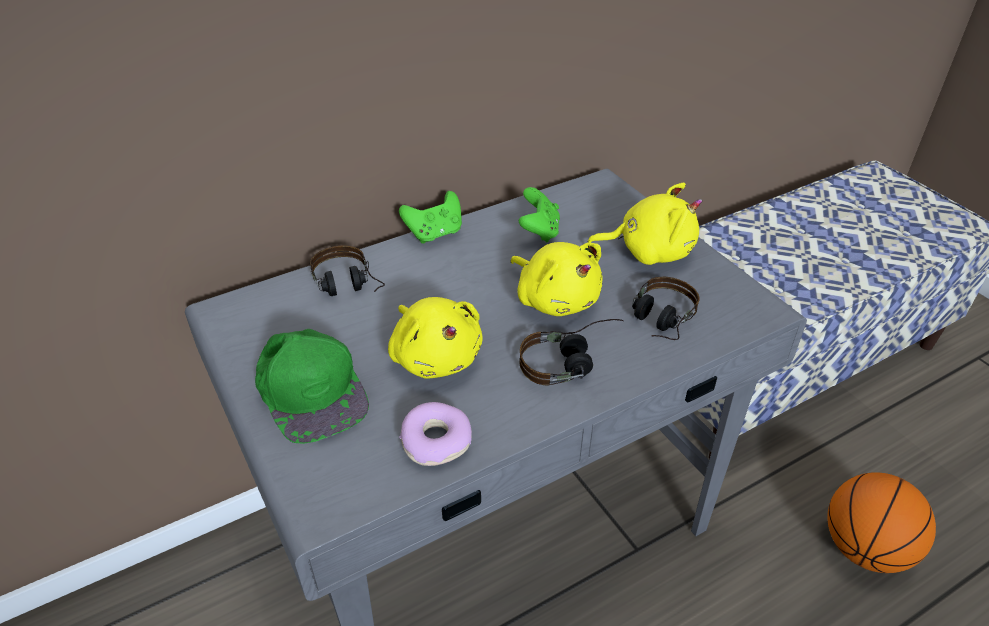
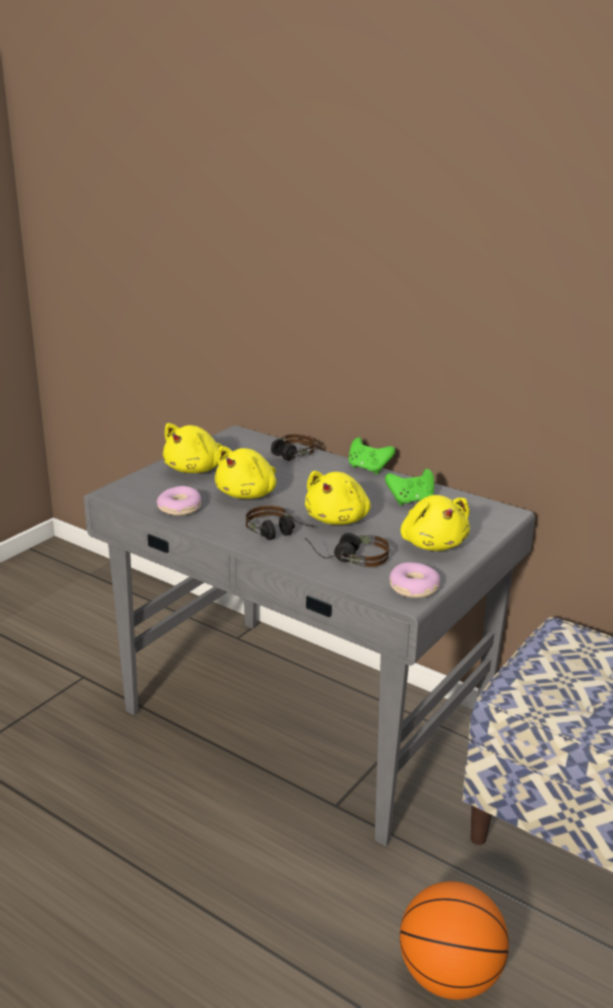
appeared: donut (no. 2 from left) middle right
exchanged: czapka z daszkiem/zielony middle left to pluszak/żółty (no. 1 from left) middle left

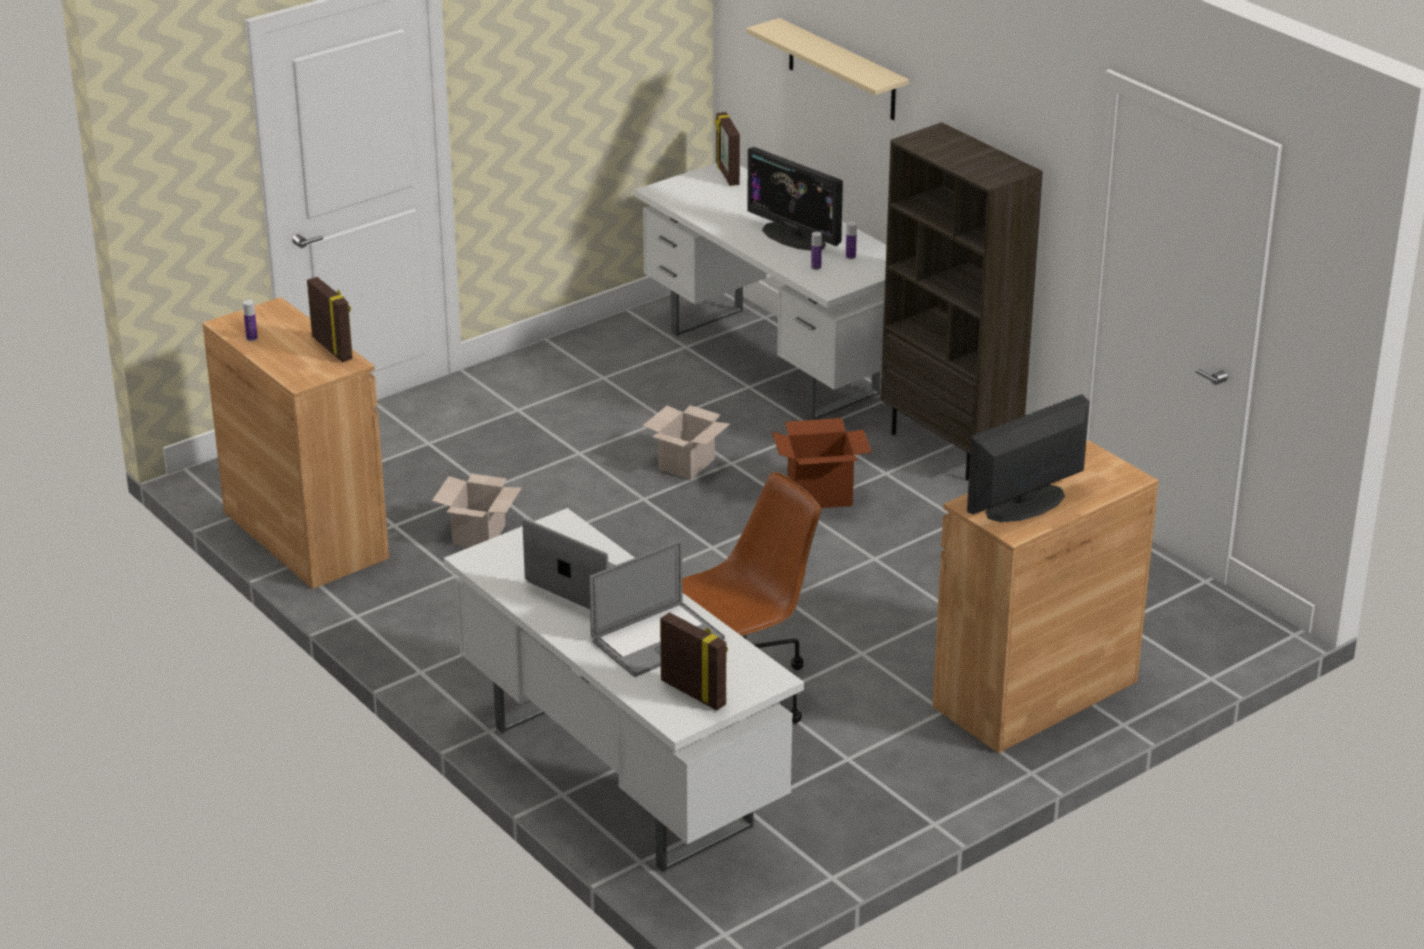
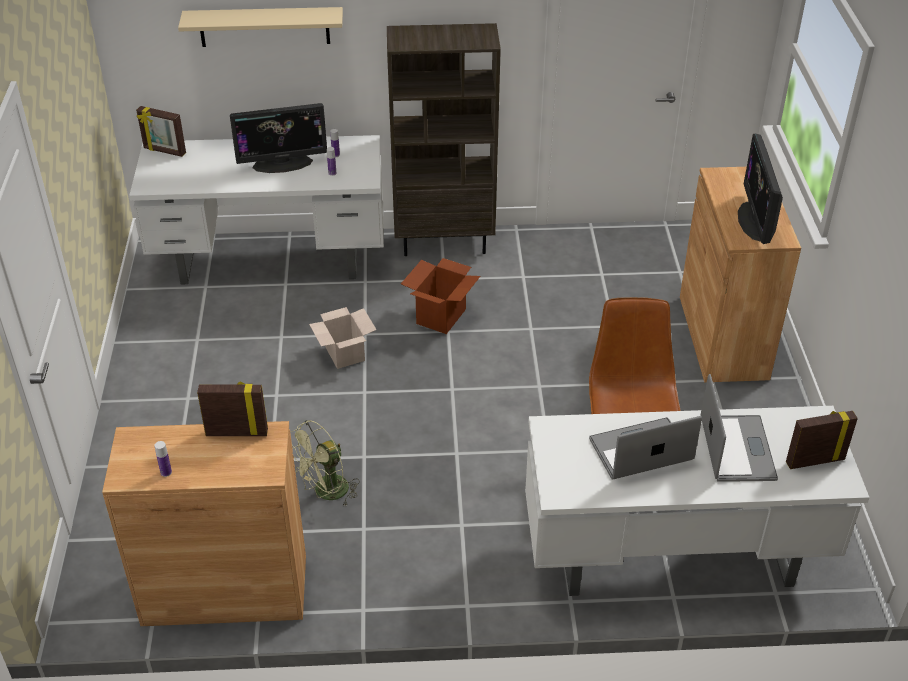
exchanged: karton (no. 1 from left) centre to wentylator/zielony bottom centre

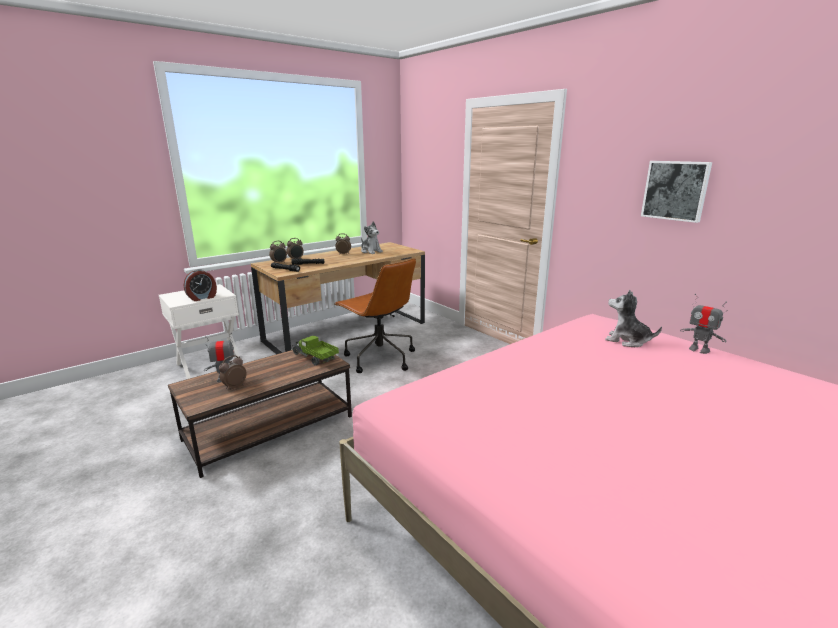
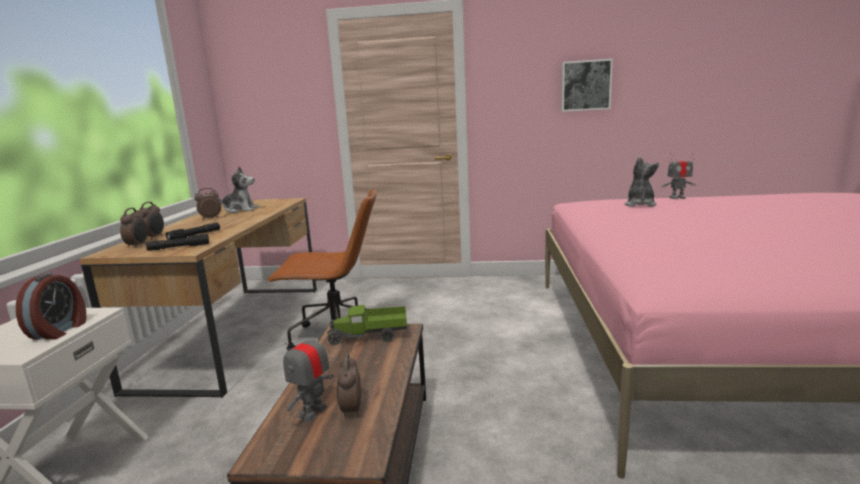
spun: pluszak (no. 2 from left) middle right = middle right 120 degrees clockwise

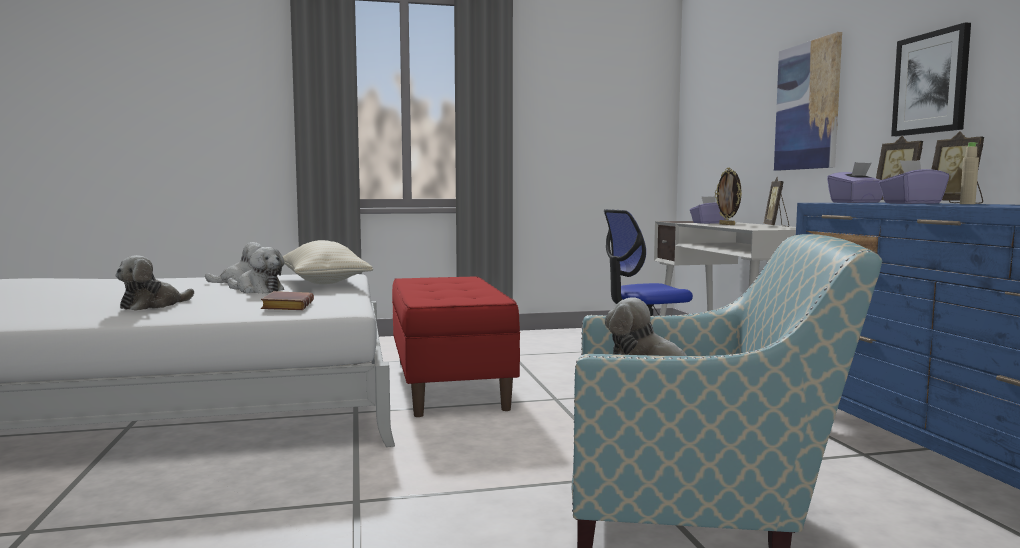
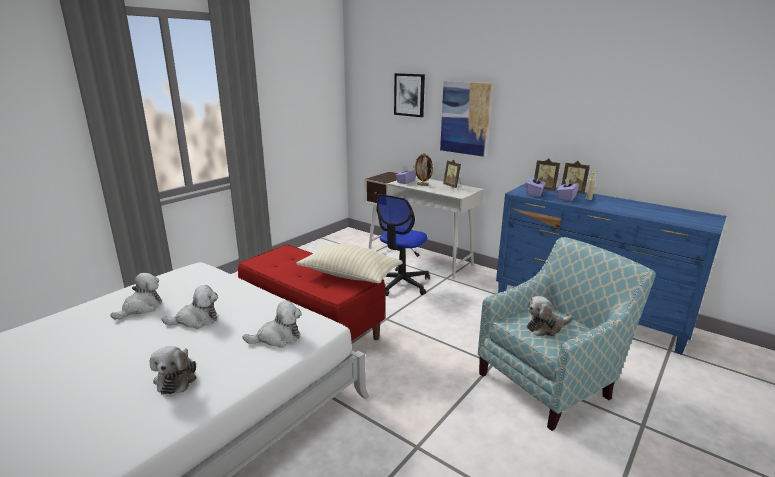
relocated: poduszka/beżowy middle left to centre; obraz (no. 2 from left in the first image) top right to obraz (no. 1 from left) top centre
exchanged: książka/brązowy middle left to pluszak (no. 4 from left) bottom centre

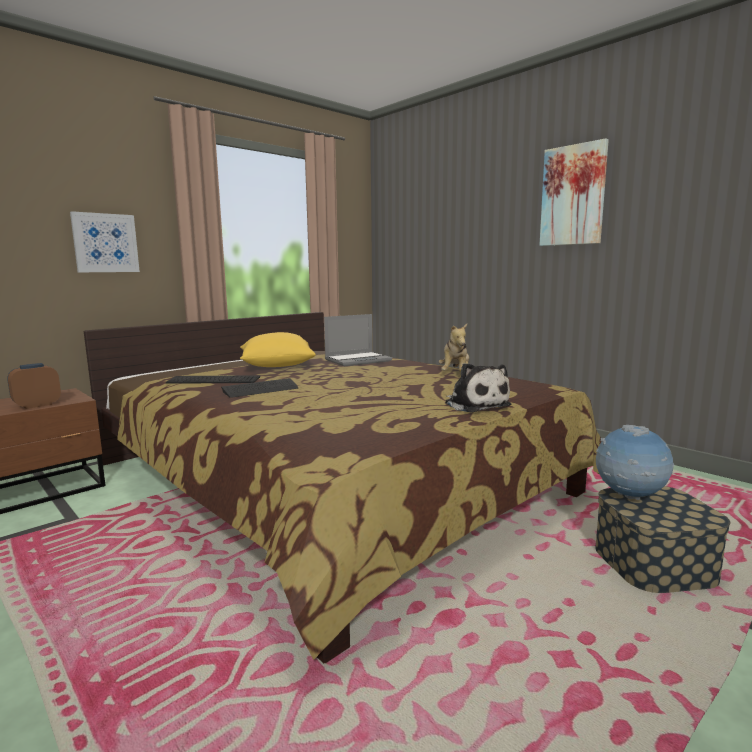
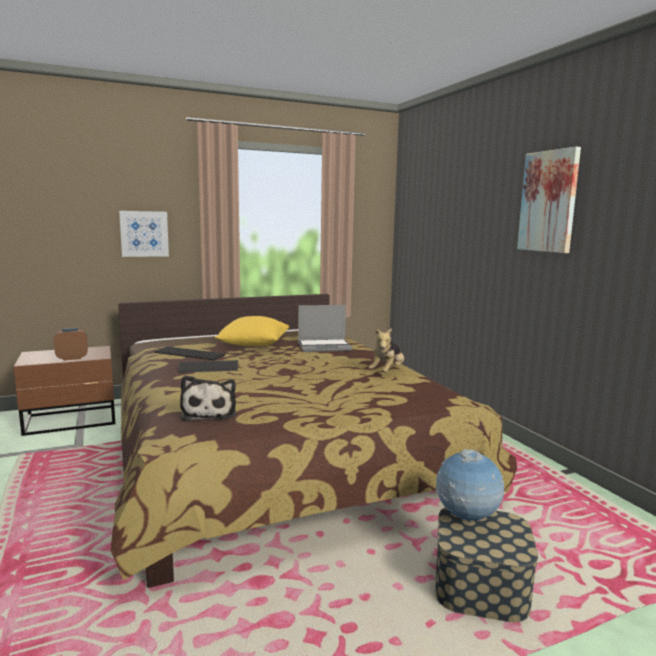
relocated: pluszak (no. 2 from left in the first image) centre to pluszak (no. 1 from left) middle left

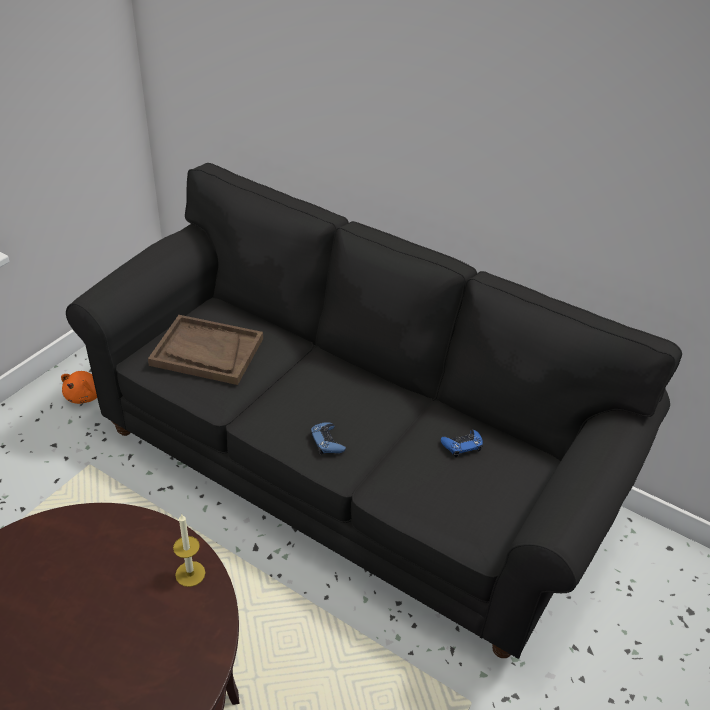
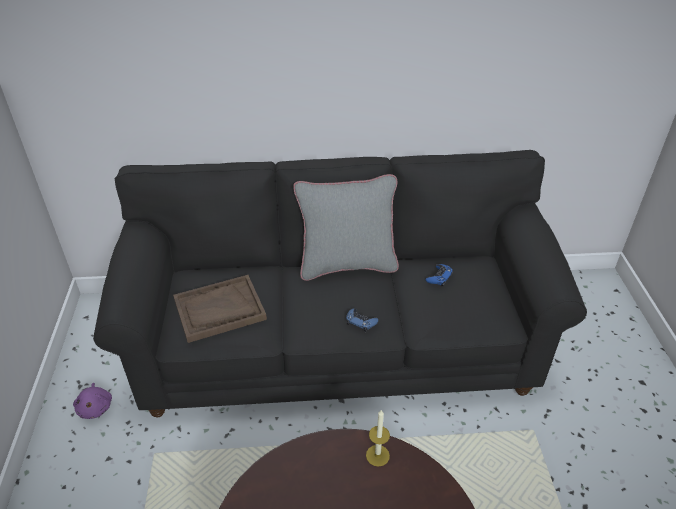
appeared: poduszka/szary centre
colour: pluszak/pomarańczowy middle left to pluszak/fioletowy bottom left

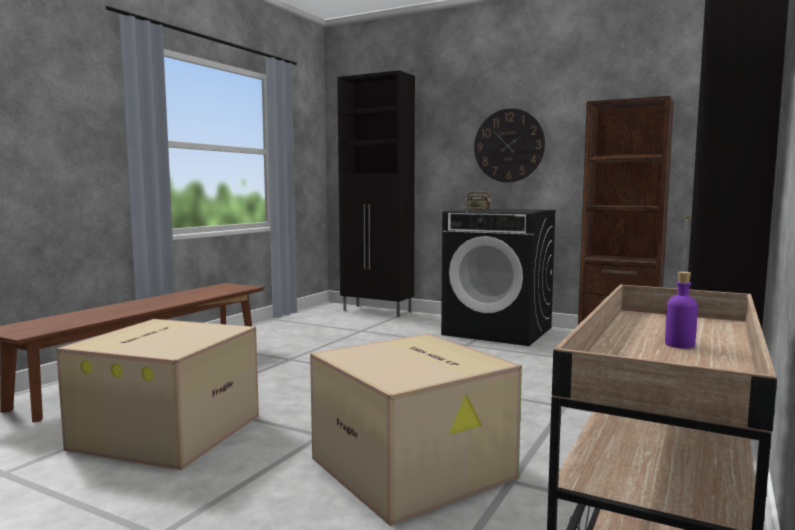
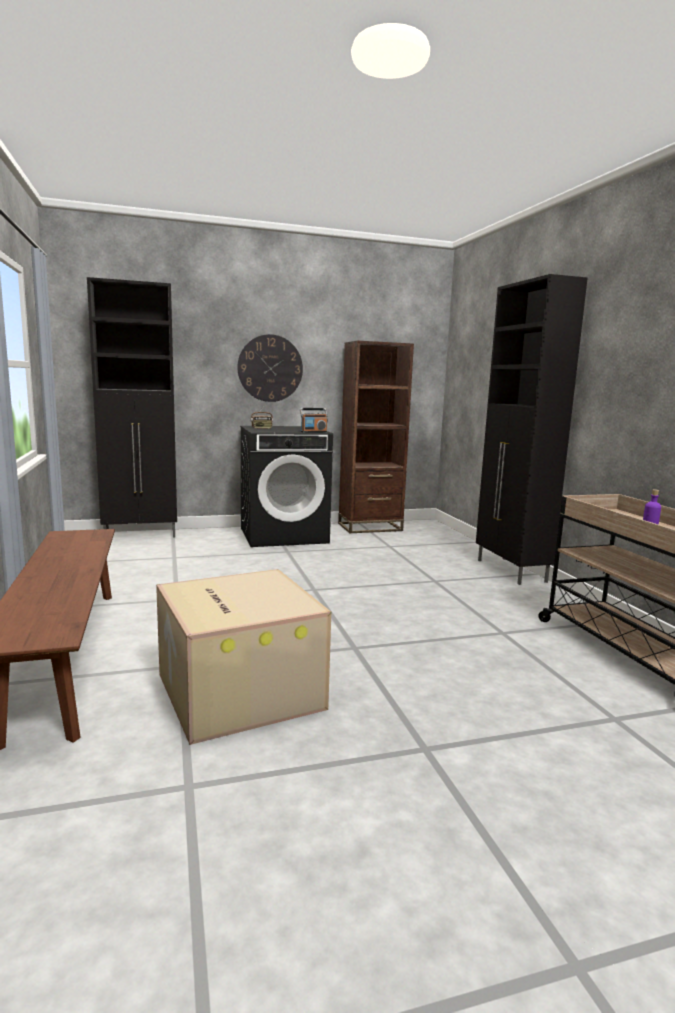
missing: karton (no. 2 from left) bottom centre
appeared: radio (no. 2 from left) centre

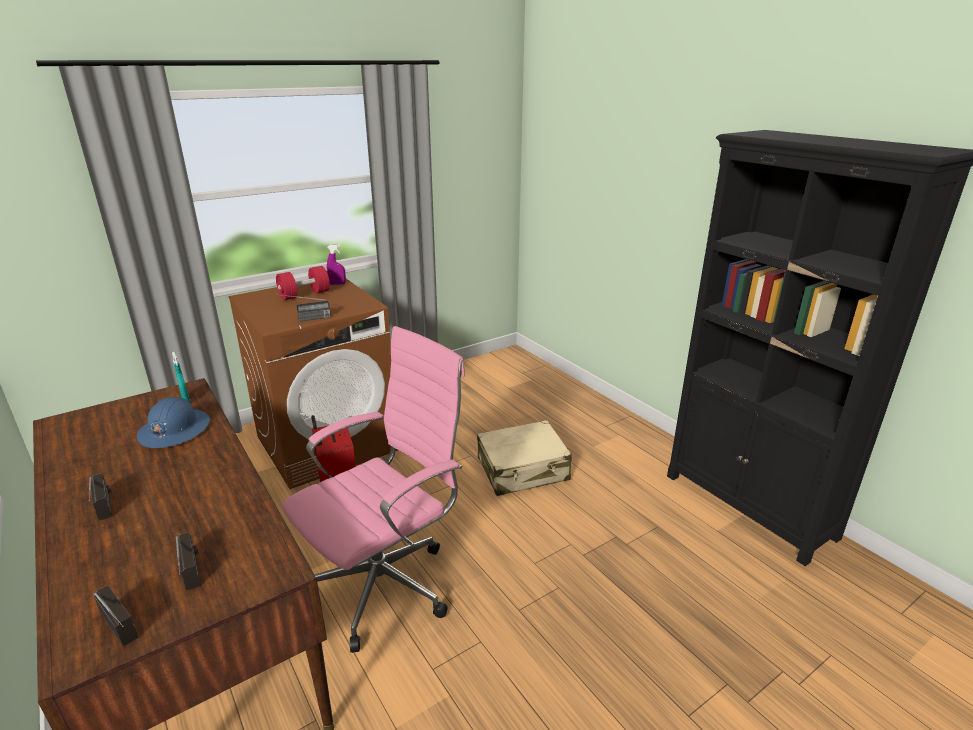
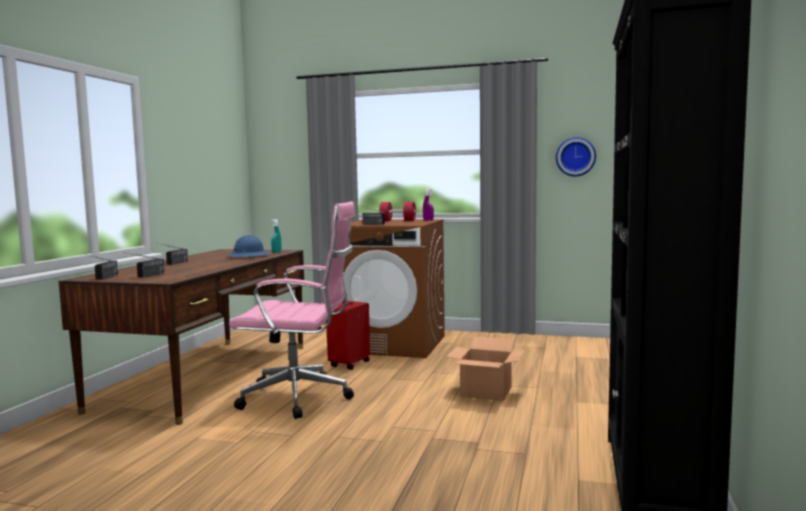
appeared: zegar ścienny top right
exchanged: walizka/beżowy centre to karton bottom centre

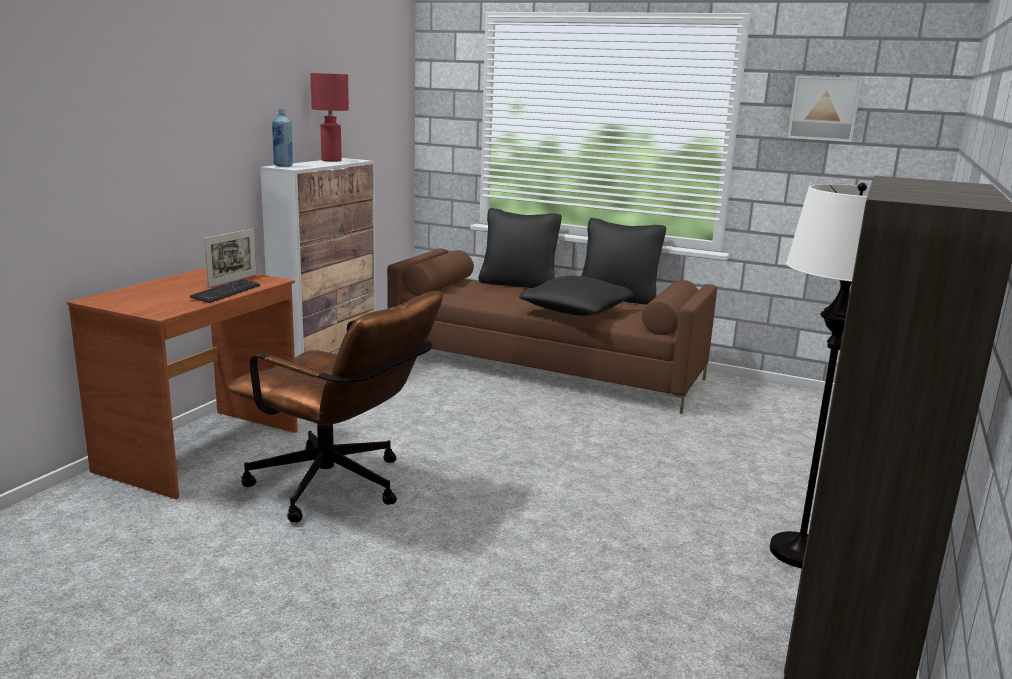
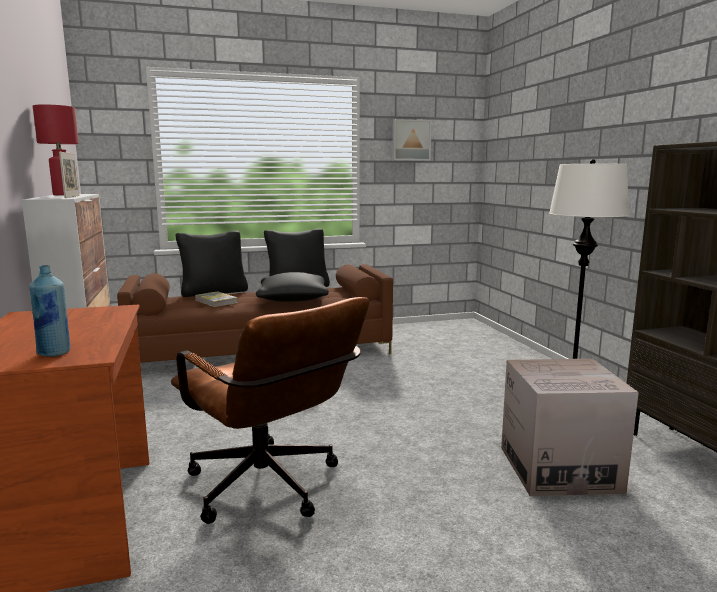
missing: klawiatura middle left
appeared: książka middle left; karton bottom right
relocated: butelka/niebieski top left to middle left; ramka na zdjęcie middle left to top left
spun: krzesło biurowe/brązowy middle left = bottom centre 60 degrees clockwise

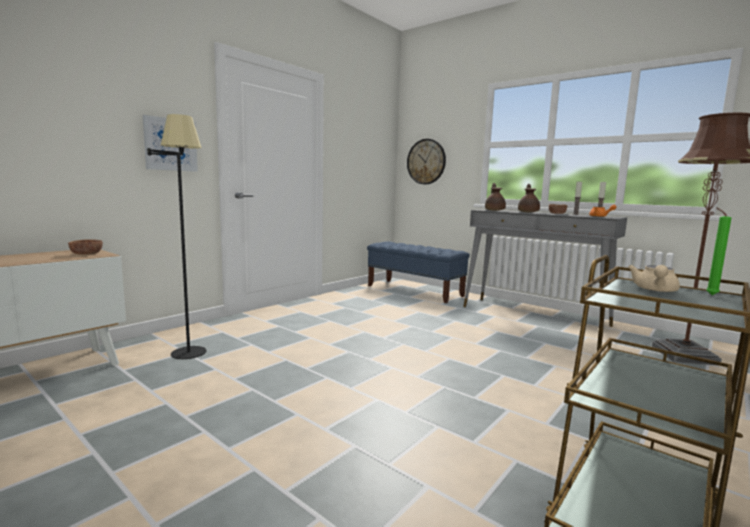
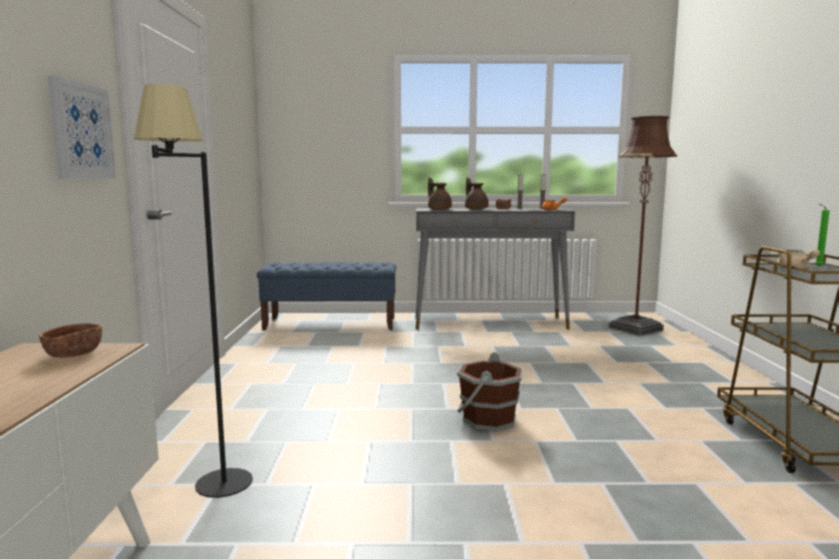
missing: zegar ścienny top centre
appeared: wiadro/brązowy bottom centre

